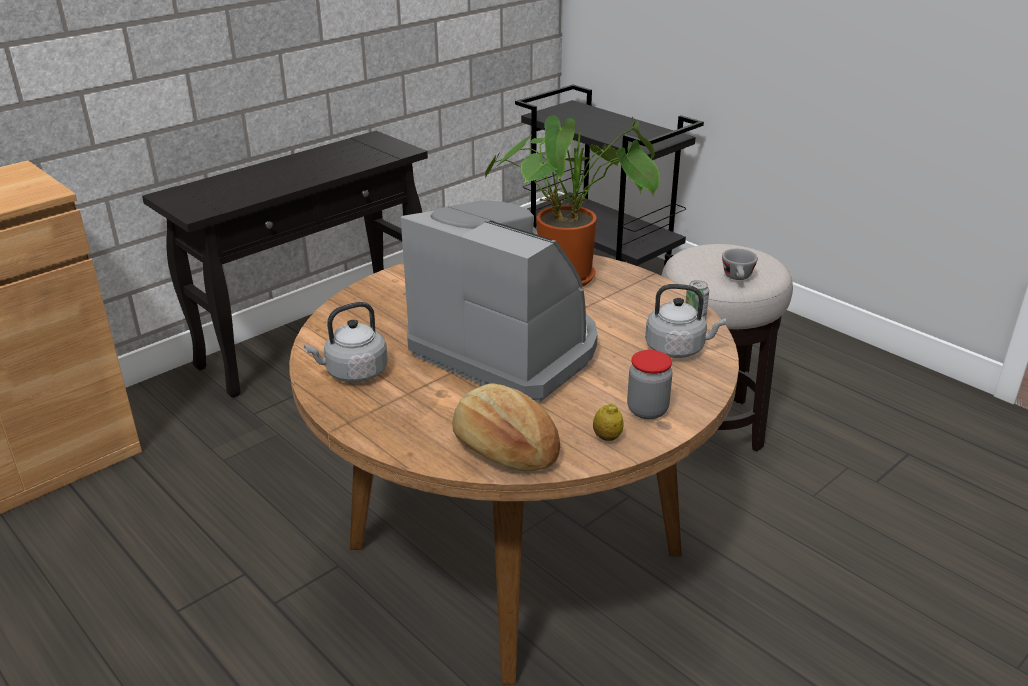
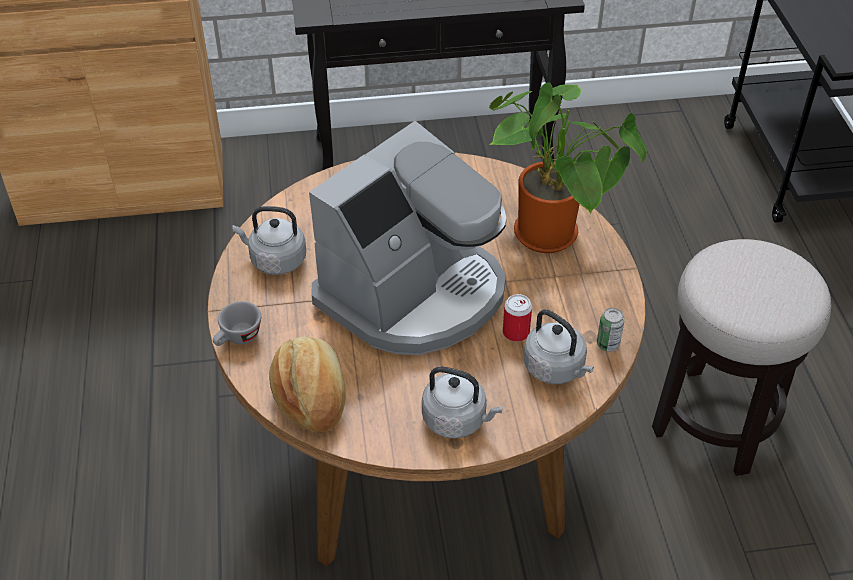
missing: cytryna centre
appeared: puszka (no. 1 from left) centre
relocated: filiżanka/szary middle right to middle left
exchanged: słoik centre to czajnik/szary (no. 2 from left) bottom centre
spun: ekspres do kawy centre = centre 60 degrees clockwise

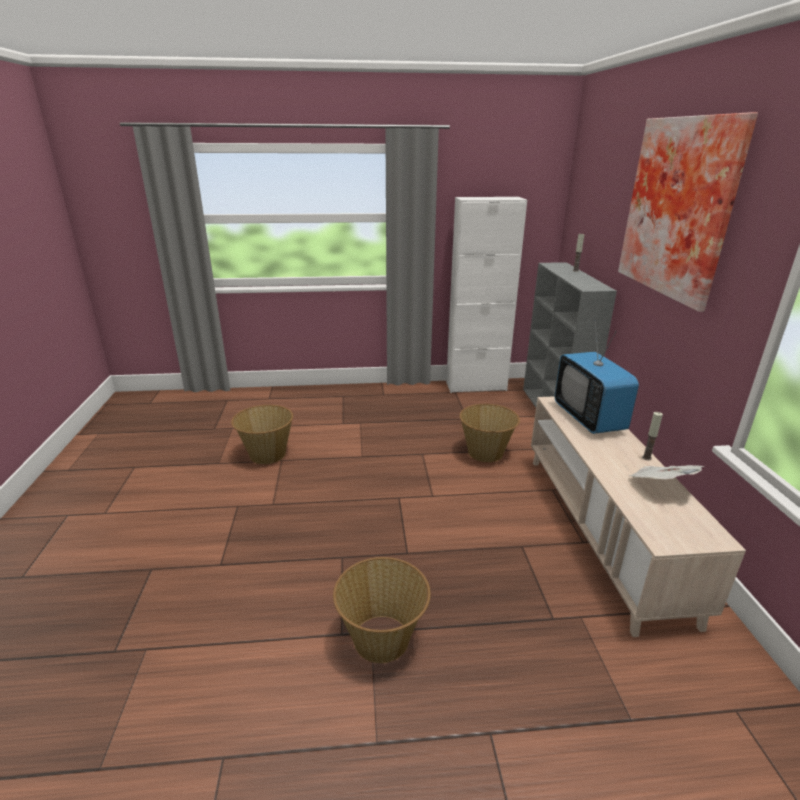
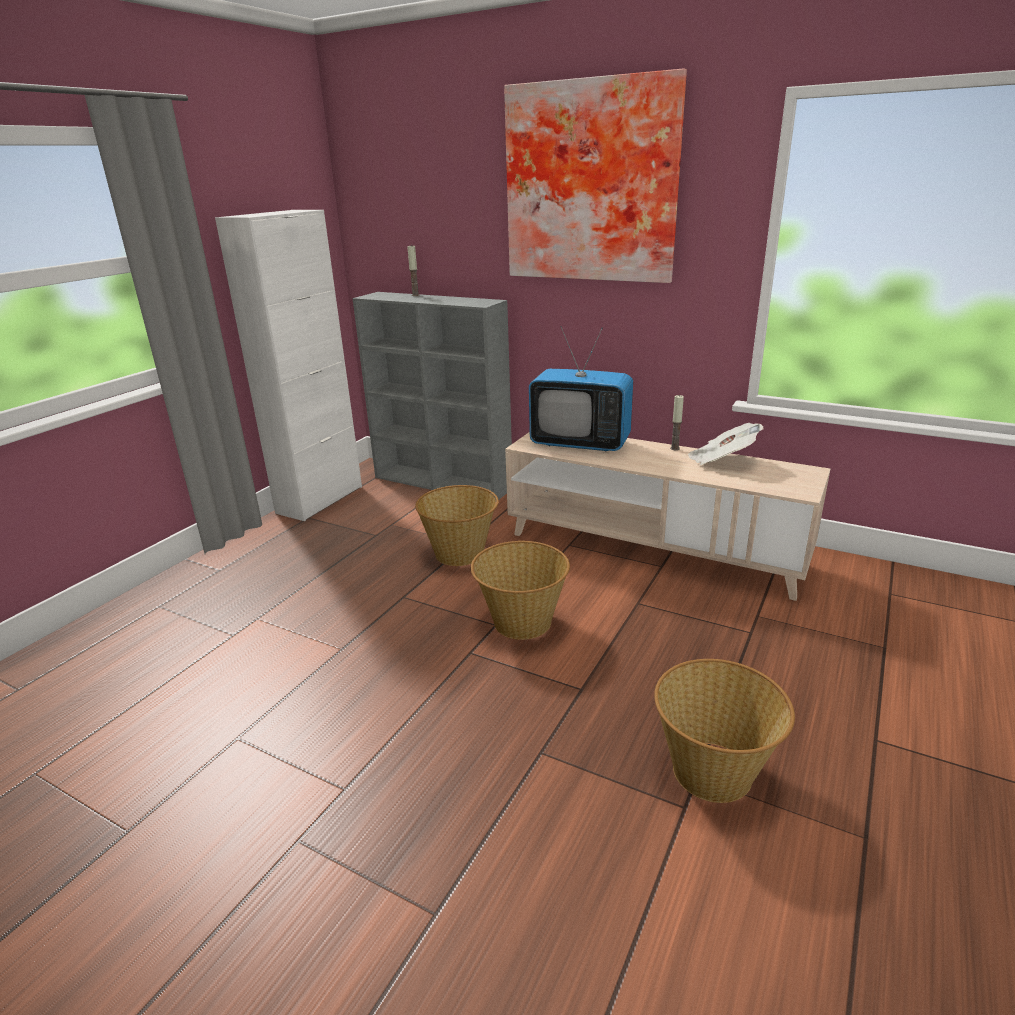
relocated: koszyk (no. 1 from left in the first image) middle left to koszyk (no. 2 from left) centre

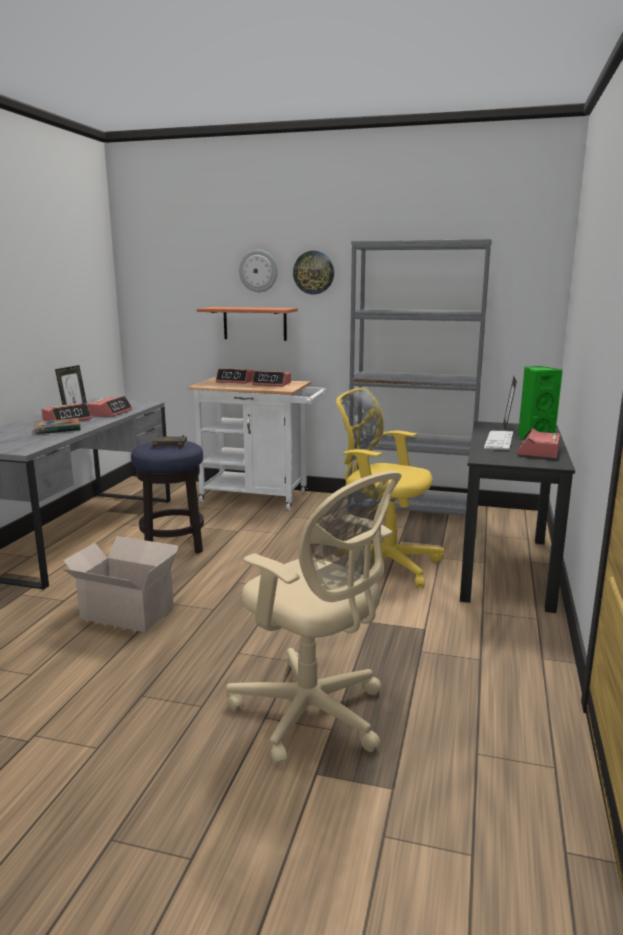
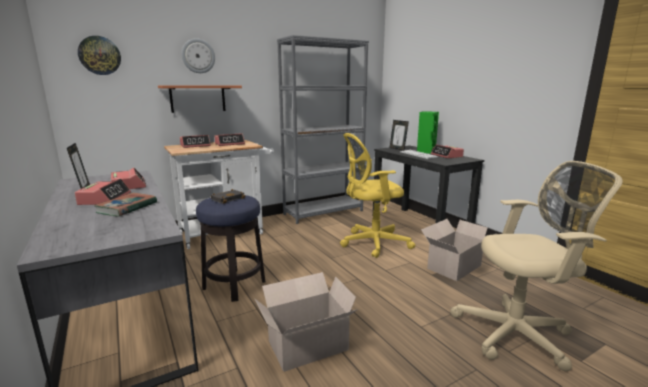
appeared: karton (no. 2 from left) middle right
relocated: zegar ścienny (no. 2 from left in the first image) top centre to zegar ścienny (no. 1 from left) top left

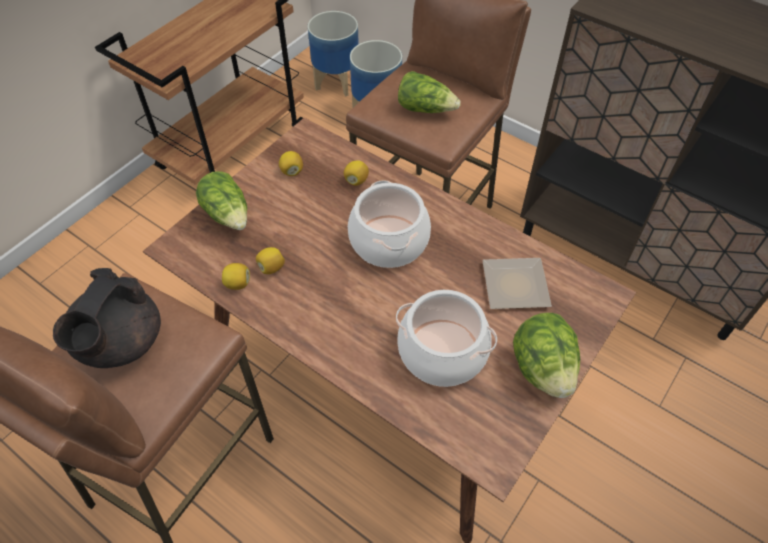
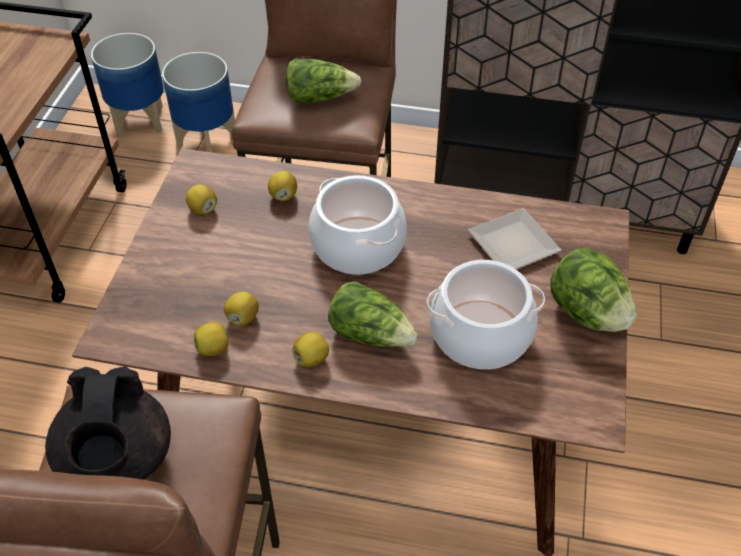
appeared: cytryna (no. 5 from left) centre
relocated: sałata (no. 1 from left in the first image) middle left to sałata (no. 2 from left) centre

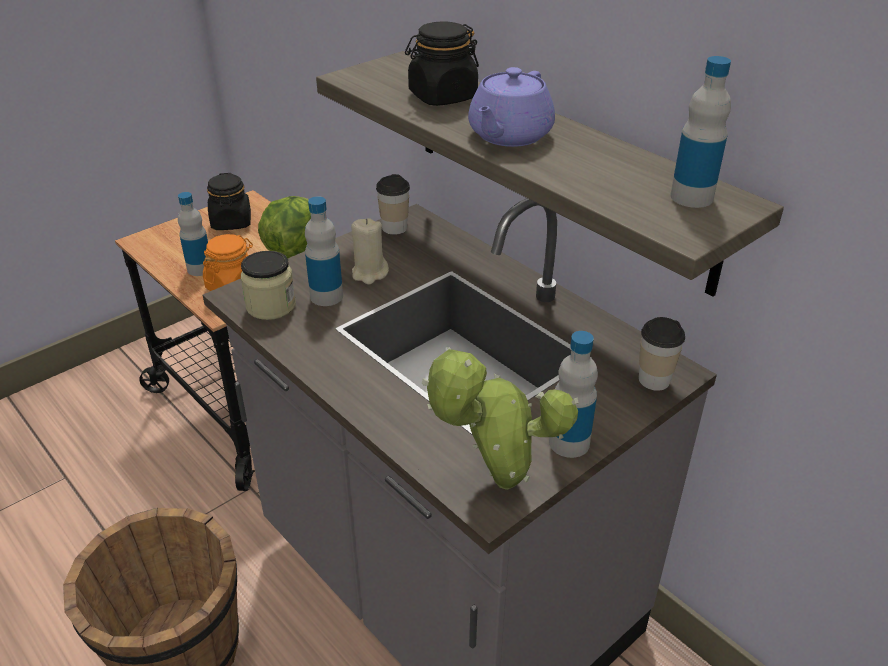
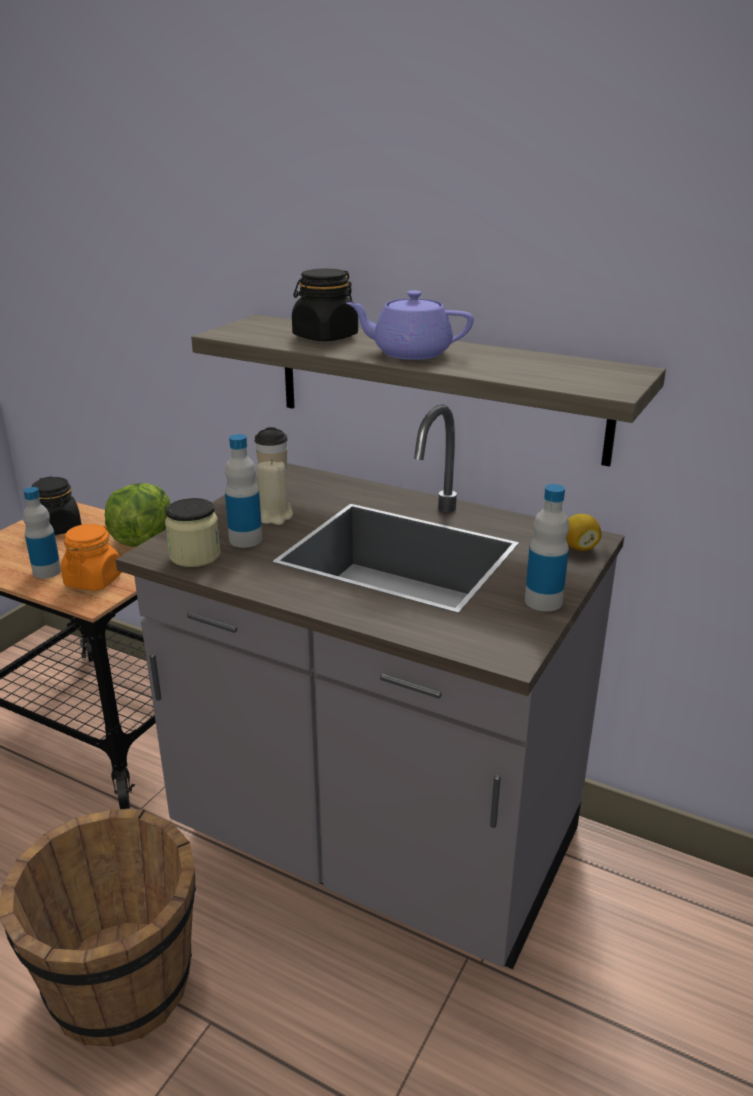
missing: roślina doniczkowa centre; butelka (no. 4 from left) top right
exchanged: filiżanka (no. 2 from left) middle right to cytryna middle right
spun: imbryk/fioletowy top centre = top centre 90 degrees clockwise

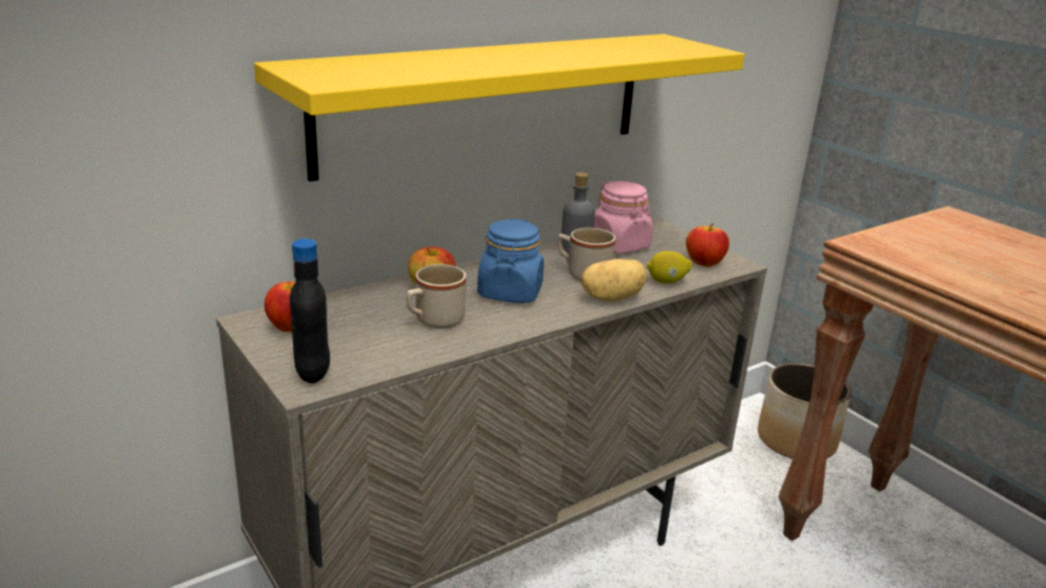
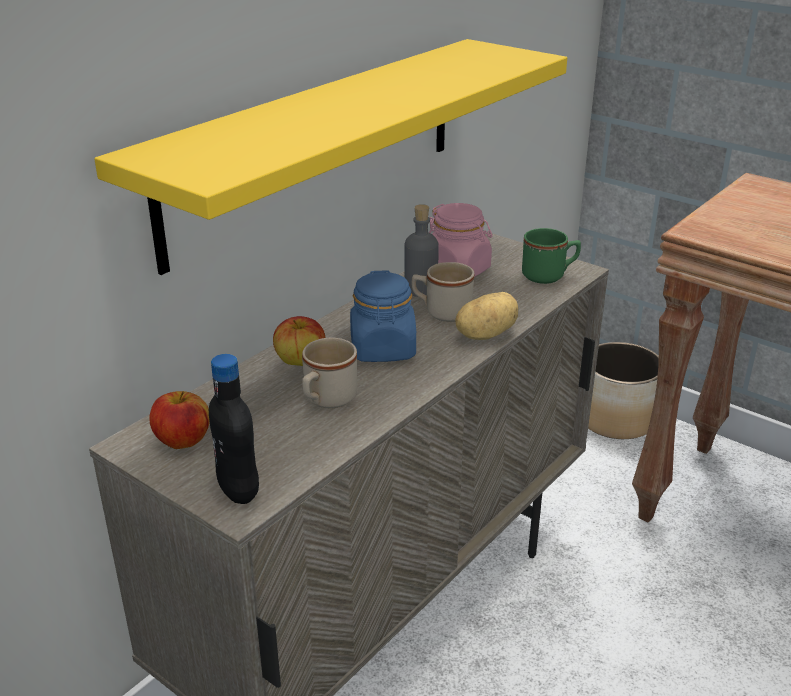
missing: cytryna centre
exchanged: jabłko (no. 3 from left) middle right to kubek/zielony middle right

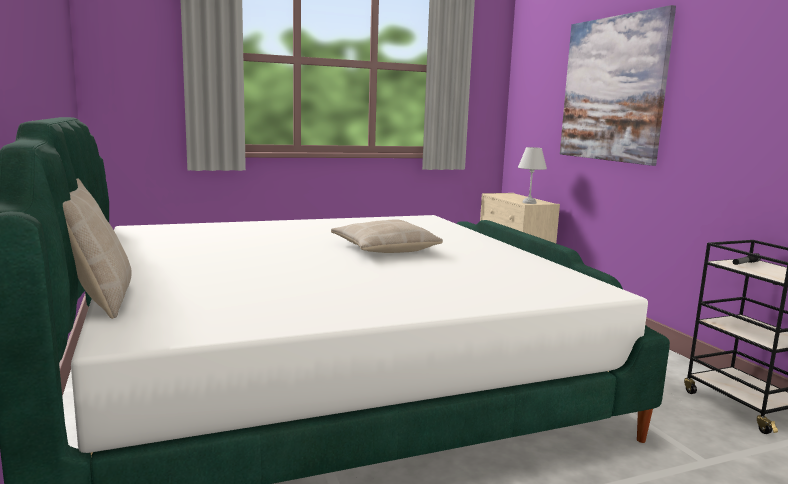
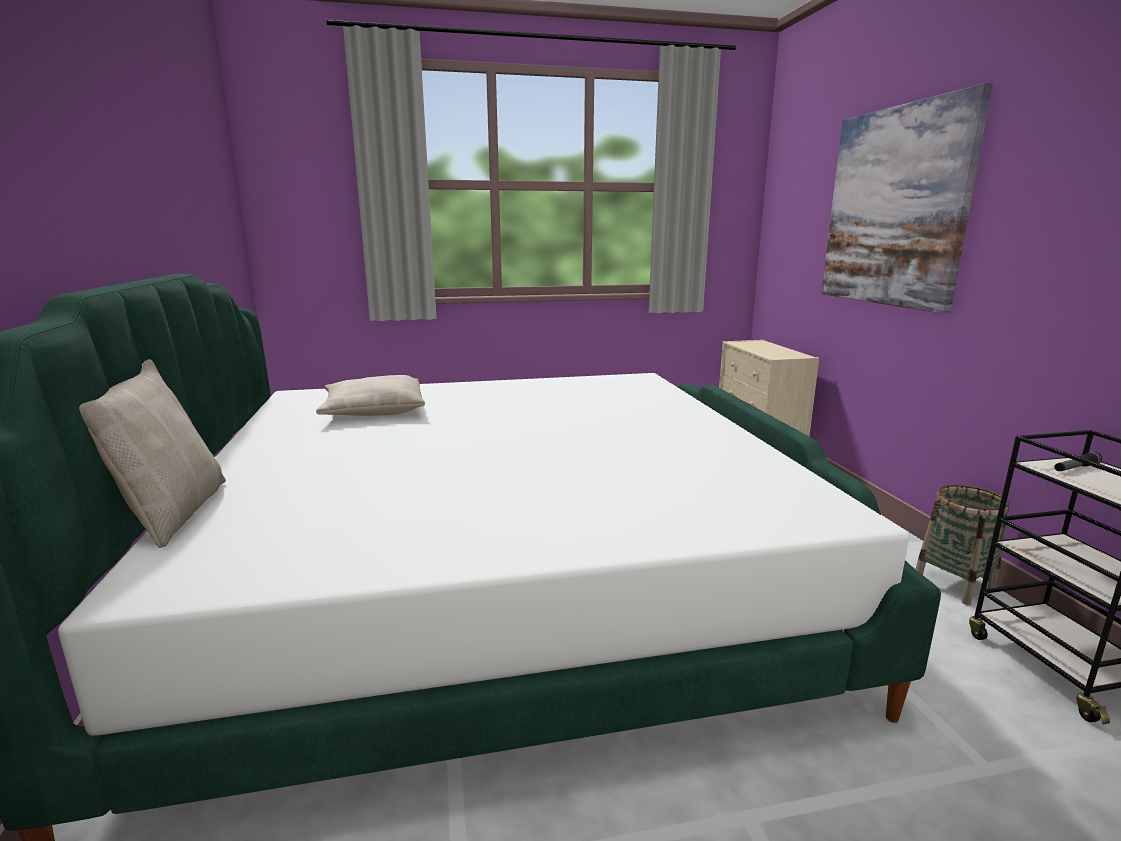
missing: lampa stołowa/biały middle right
appeared: koszyk middle right
relocated: poduszka/beżowy (no. 2 from left) centre to middle left

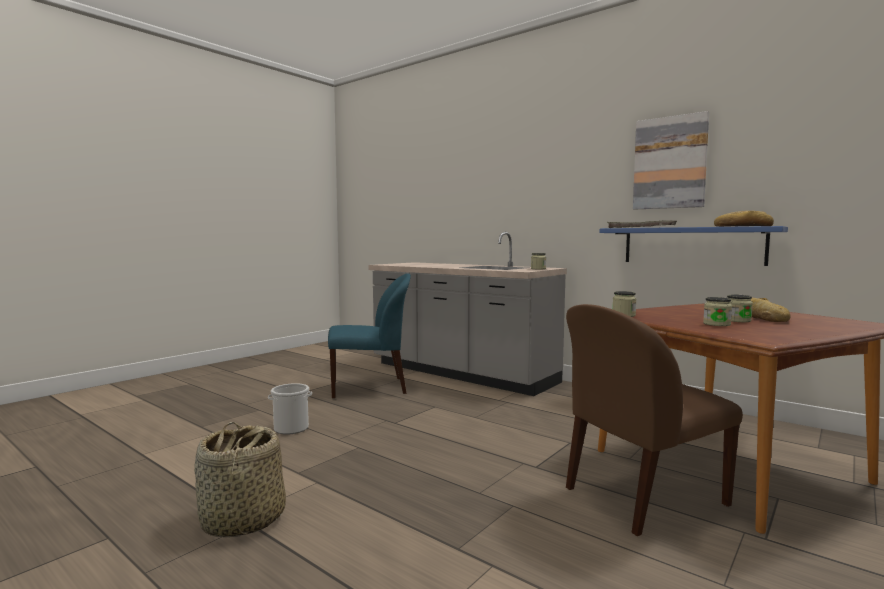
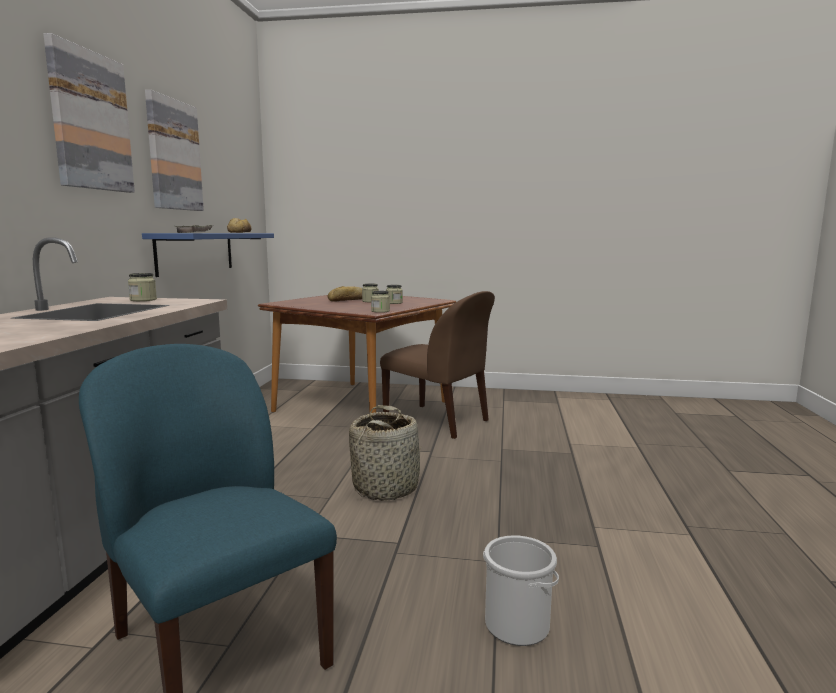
appeared: obraz (no. 1 from left) top left
relocated: koszyk bottom left to centre

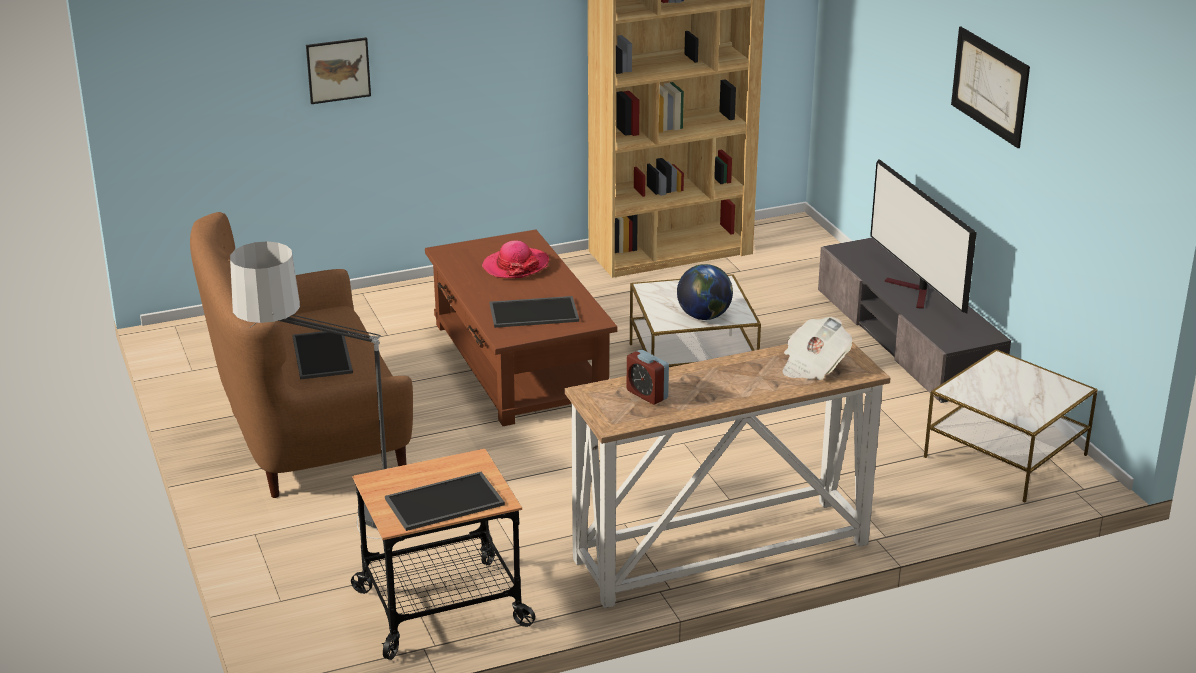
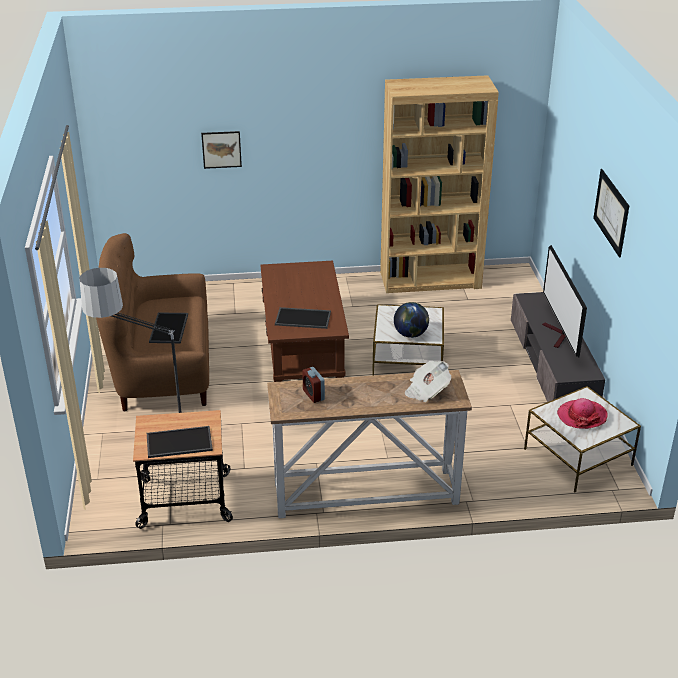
relocated: kapelusz centre to middle right

